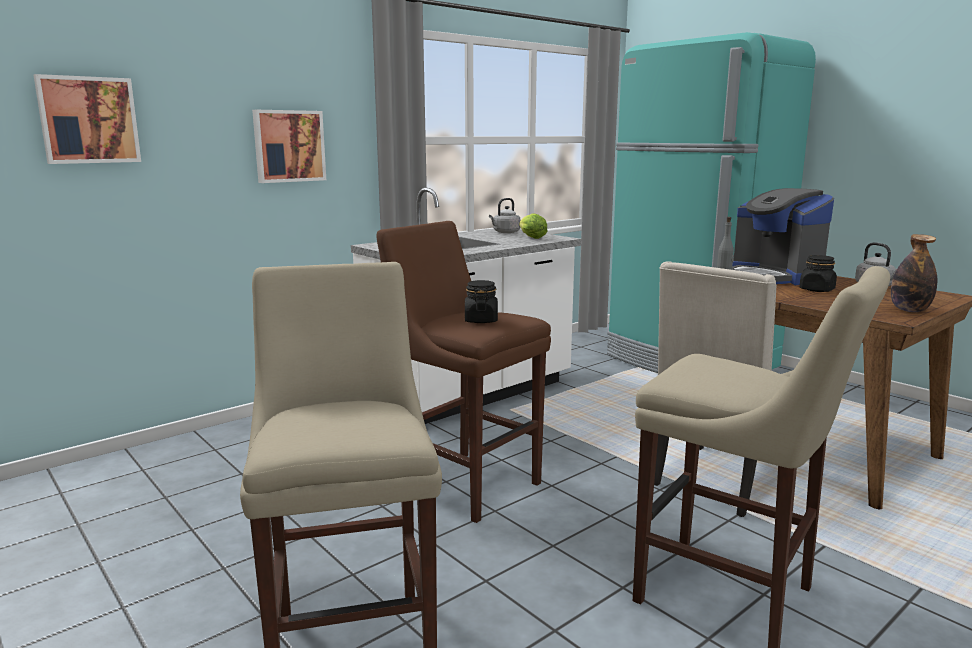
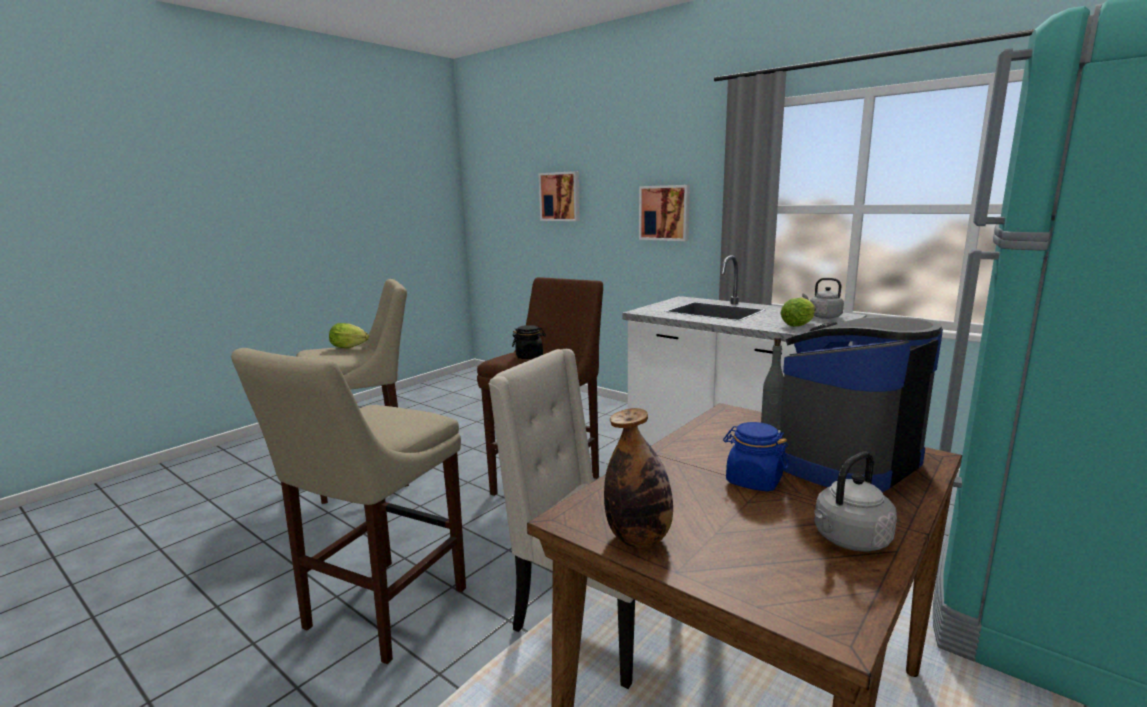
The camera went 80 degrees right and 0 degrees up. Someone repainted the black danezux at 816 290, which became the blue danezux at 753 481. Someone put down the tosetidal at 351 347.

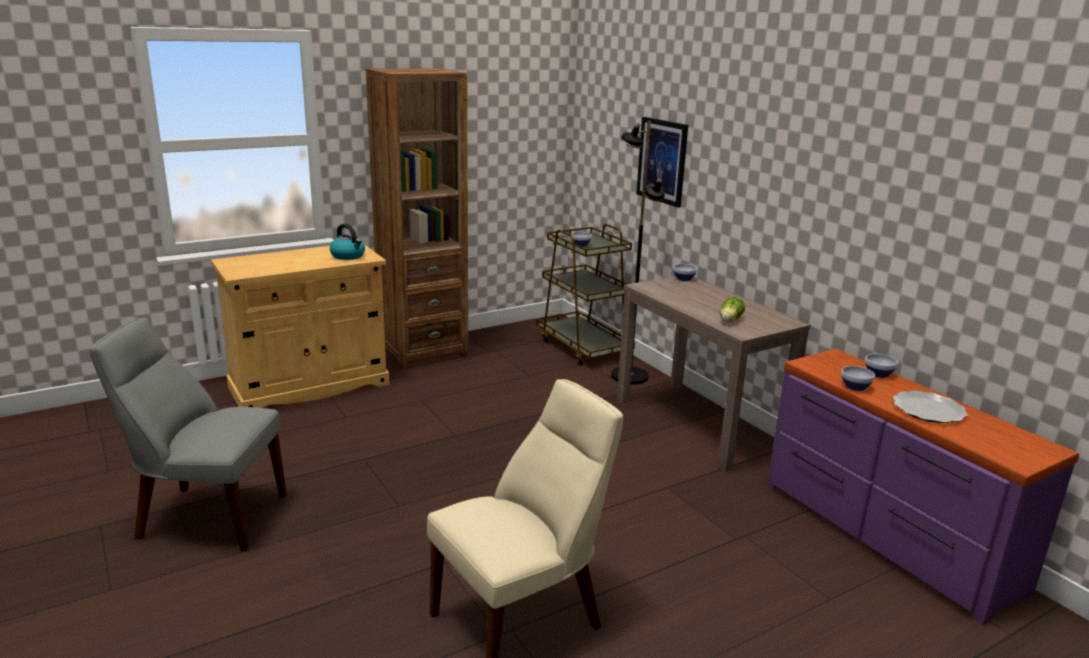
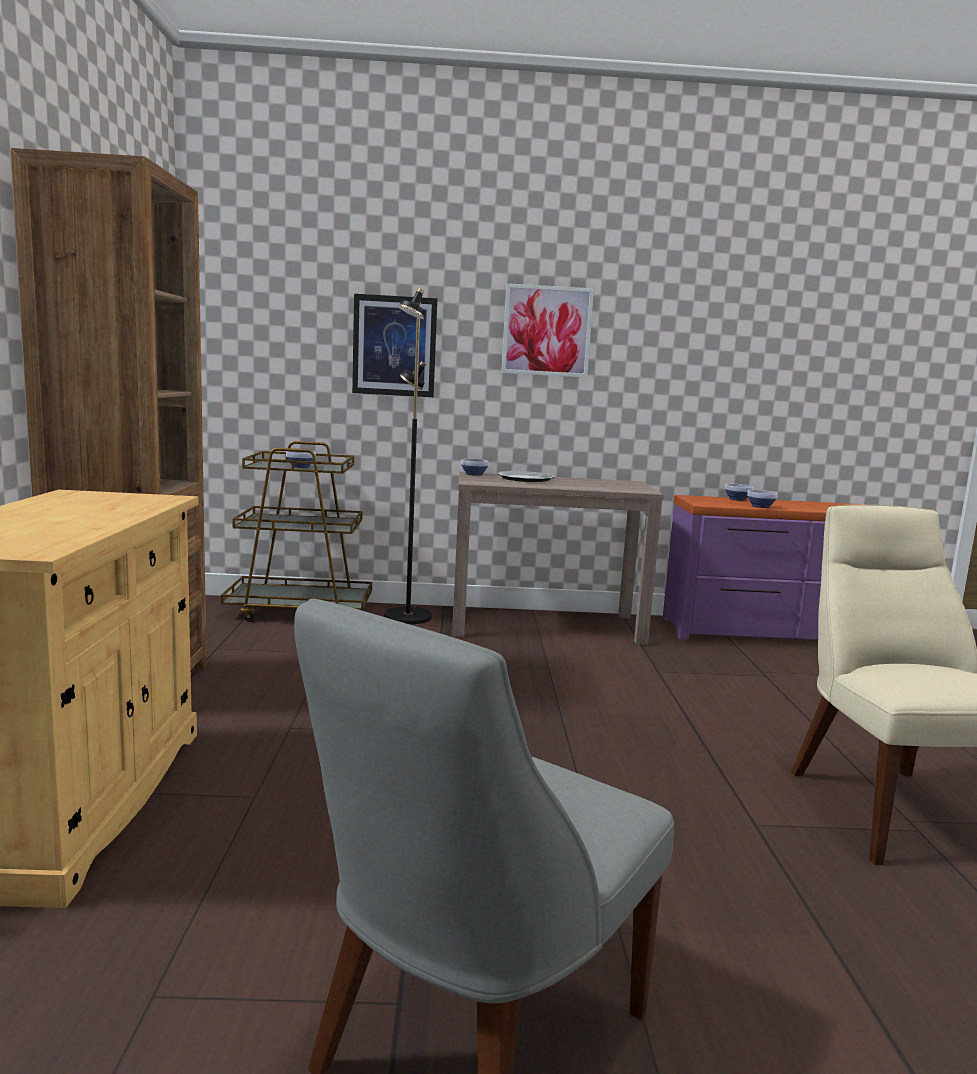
The camera went 60 degrees left and 10 degrees down. Someone took away the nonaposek at 348 256. Someone took away the tosetidal at 729 320. Someone carried the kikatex from 929 410 to 525 479. Someone put up the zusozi at 546 331.

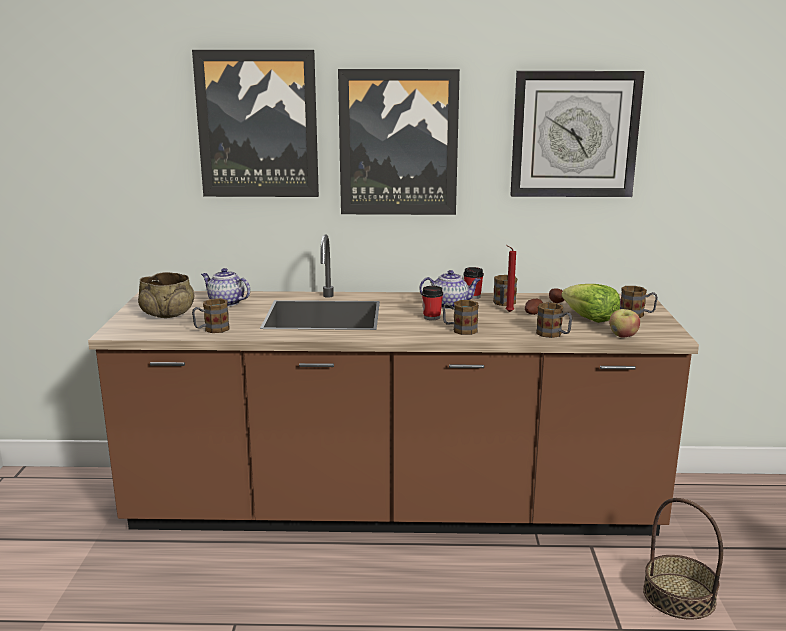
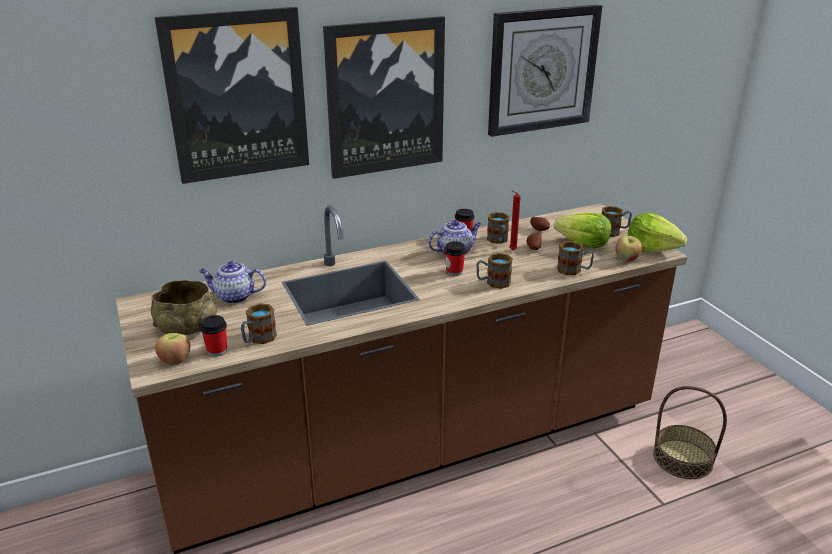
The camera went 25 degrees left and 10 degrees up. Someone put down the tosetidal at 652 247. Someone put down the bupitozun at 217 351. Someone put down the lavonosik at 175 360.

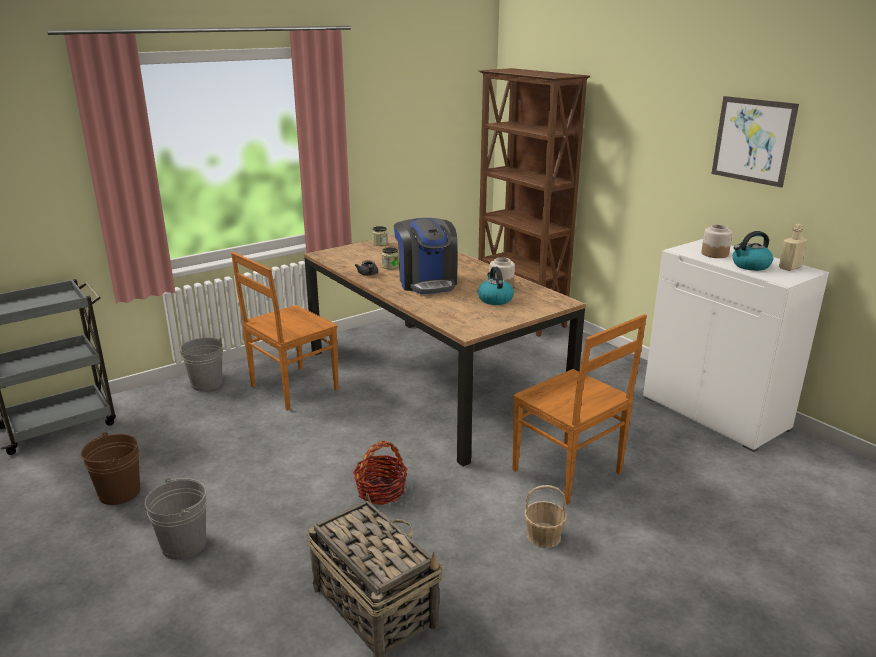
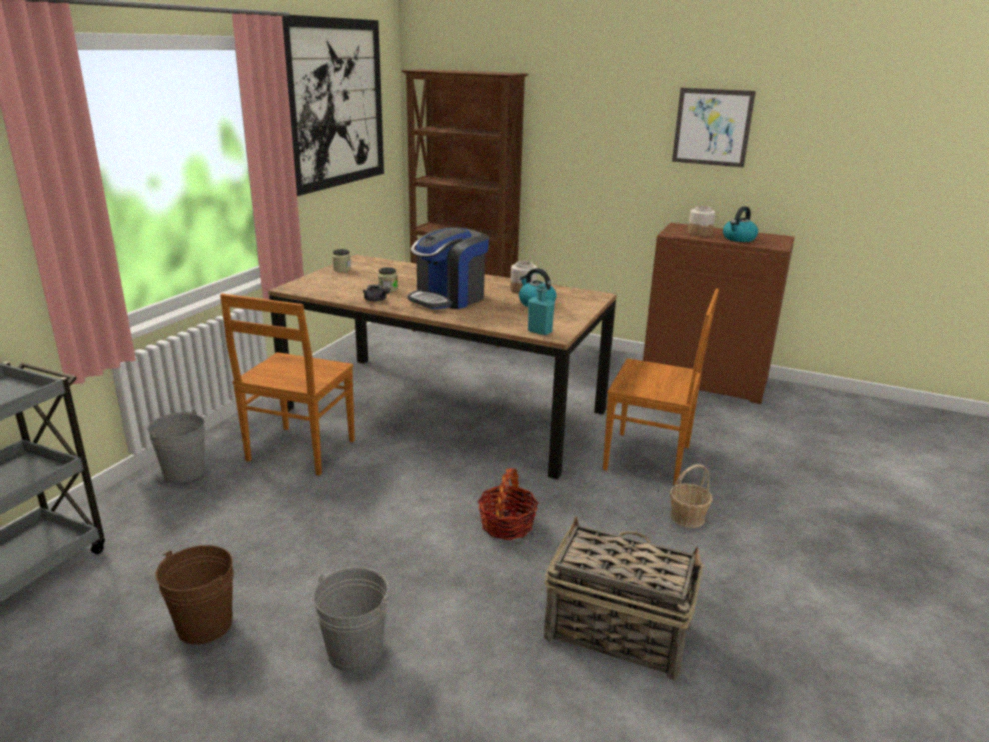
The camera went 30 degrees left and 0 degrees up. Someone rotated the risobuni at 427 282 by 90 degrees clockwise. Someone took away the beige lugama at 789 268. Someone repainted the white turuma at 716 413, which became the brown turuma at 705 380. Someone put up the zusozi at 334 104. Someone put down the turquoise lugama at 540 331.

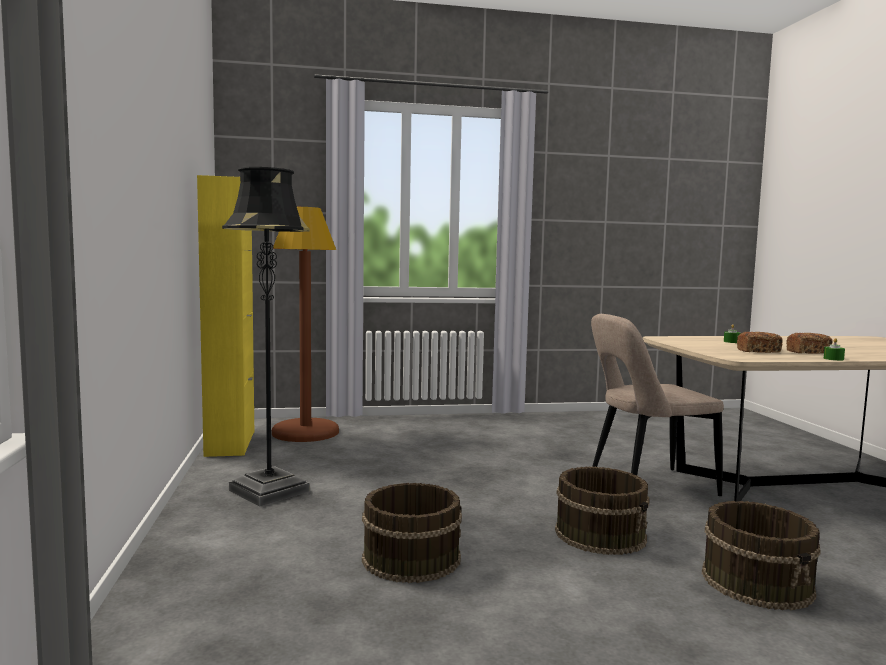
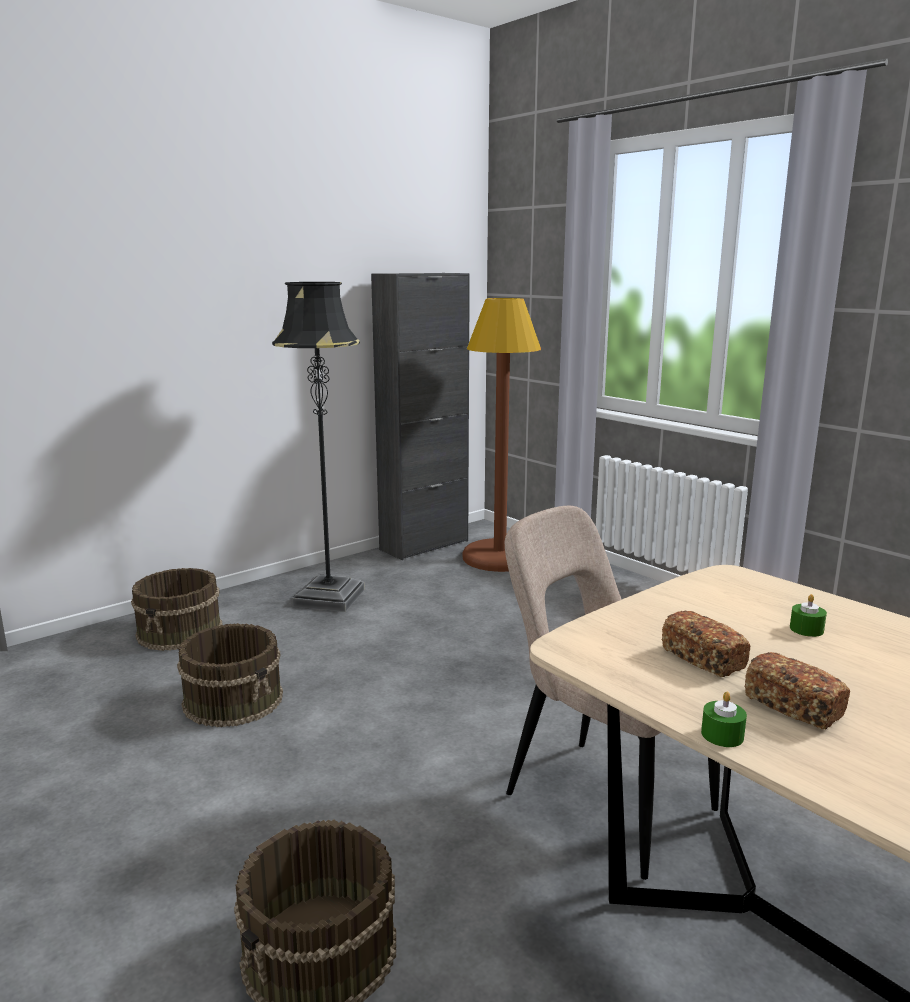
The camera went 60 degrees right and 10 degrees up. Someone repainted the yellow turuma at 230 443, which became the black turuma at 424 545. Someone carried the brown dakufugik from 601 534 to 180 631.

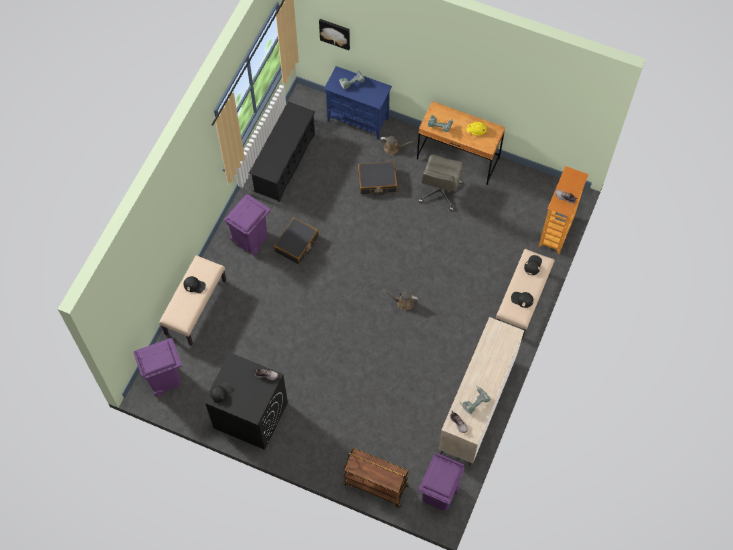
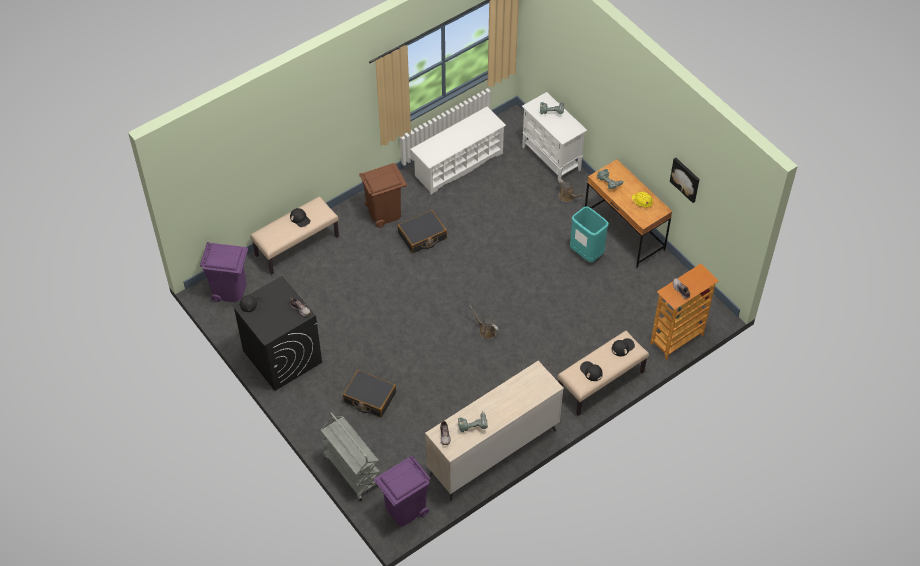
The camera went 30 degrees right and 10 degrees down. Someone carried the zusozi from 335 33 to 685 179. Someone repainted the blue turuma at 358 120, which became the white turuma at 551 159. Someone repainted the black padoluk at 284 163, which became the white padoluk at 458 164. Someone swapped the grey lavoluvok at 440 192 for the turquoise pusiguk at 586 253. Someone carried the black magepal from 377 181 to 369 397. Someone repainted the purple pusiguk at 250 239, which became the brown pusiguk at 384 213. Someone repainted the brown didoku at 375 485, which became the grey didoku at 352 471.

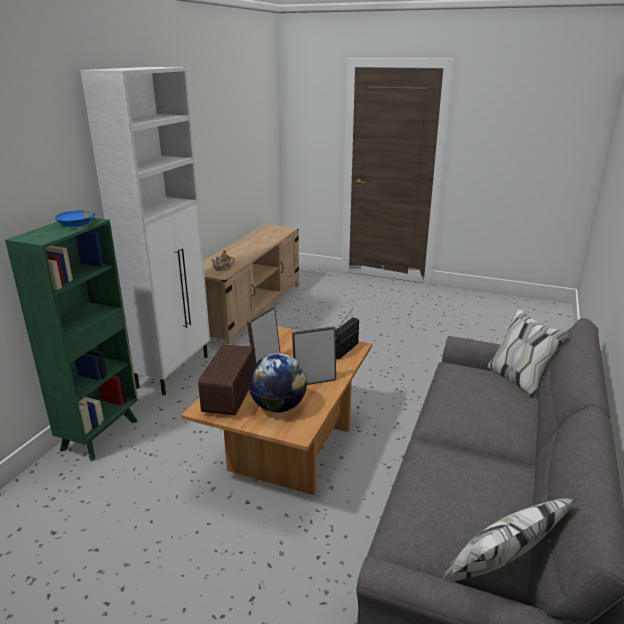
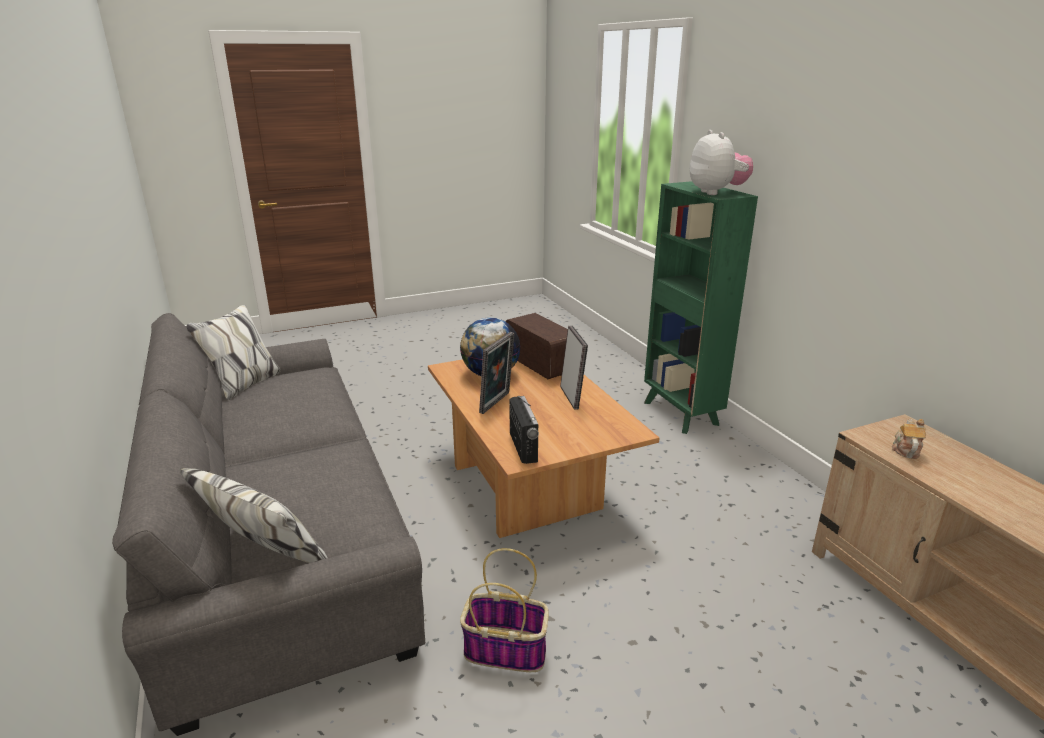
The camera went 135 degrees right and 0 degrees up. Someone took away the white turuma at 174 371. Someone swapped the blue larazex at 76 224 for the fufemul at 716 192. Someone put down the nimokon at 507 650.

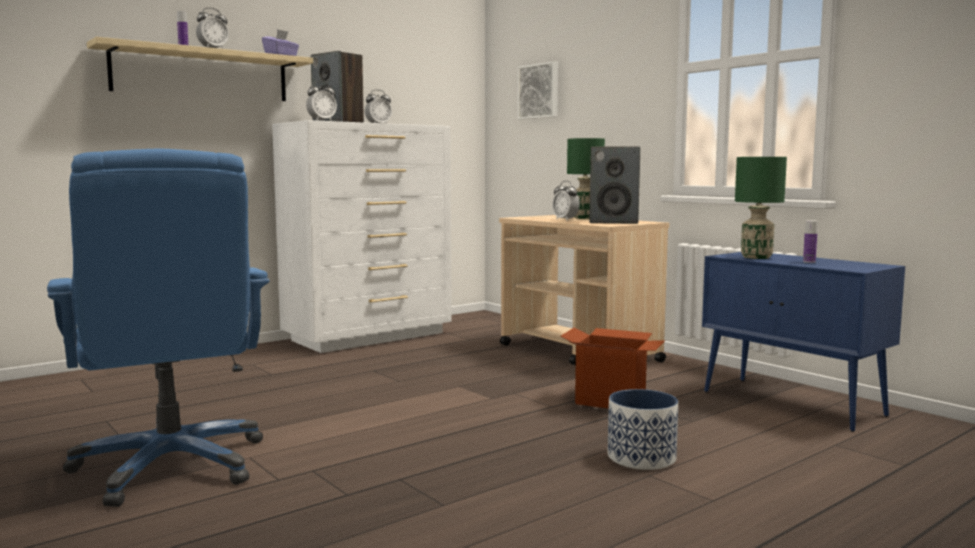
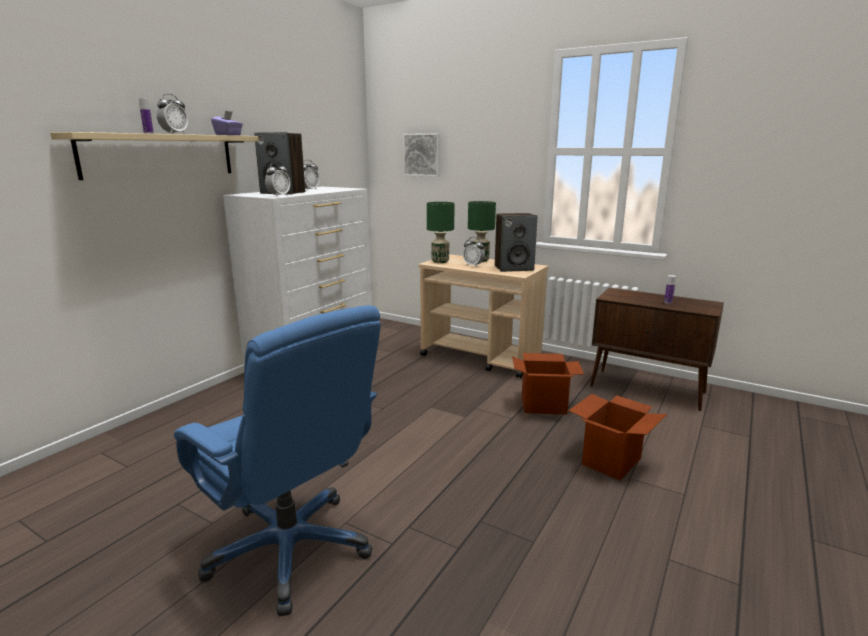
The camera went 20 degrees left and 10 degrees up. Someone carried the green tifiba from 755 257 to 439 261. Someone repainted the blue turuma at 793 403, which became the brown turuma at 648 389. Someone swapped the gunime at 642 458 for the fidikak at 611 461.

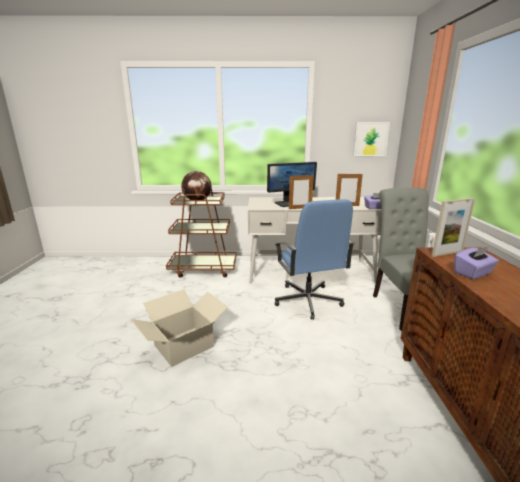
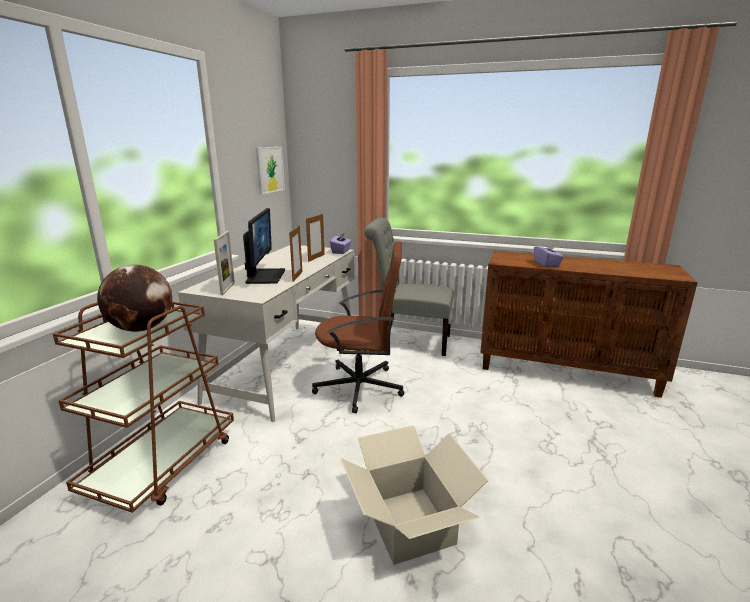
The camera went 70 degrees left and 0 degrees up. Someone carried the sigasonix from 447 253 to 227 288. Someone repainted the blue lavoluvok at 307 301, which became the brown lavoluvok at 360 387.

